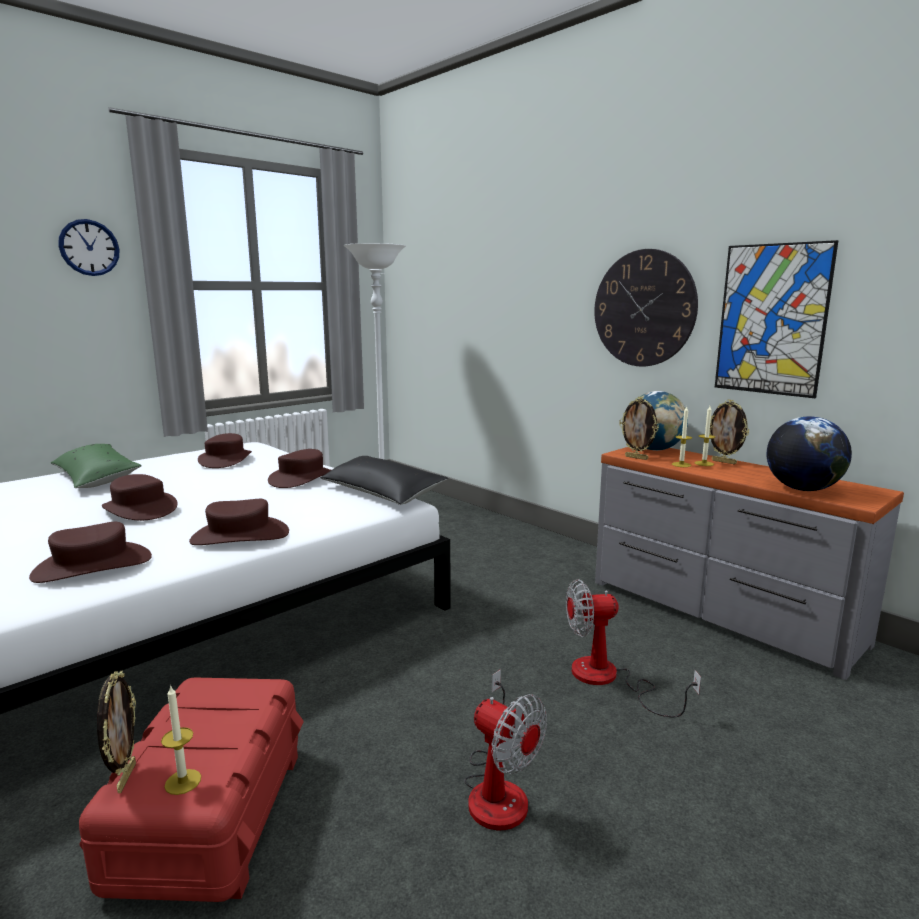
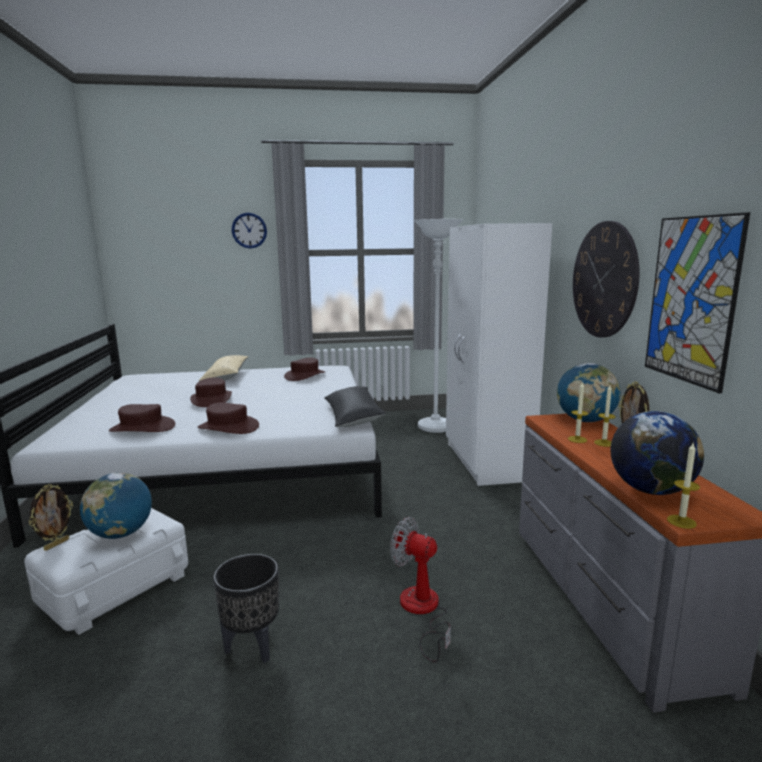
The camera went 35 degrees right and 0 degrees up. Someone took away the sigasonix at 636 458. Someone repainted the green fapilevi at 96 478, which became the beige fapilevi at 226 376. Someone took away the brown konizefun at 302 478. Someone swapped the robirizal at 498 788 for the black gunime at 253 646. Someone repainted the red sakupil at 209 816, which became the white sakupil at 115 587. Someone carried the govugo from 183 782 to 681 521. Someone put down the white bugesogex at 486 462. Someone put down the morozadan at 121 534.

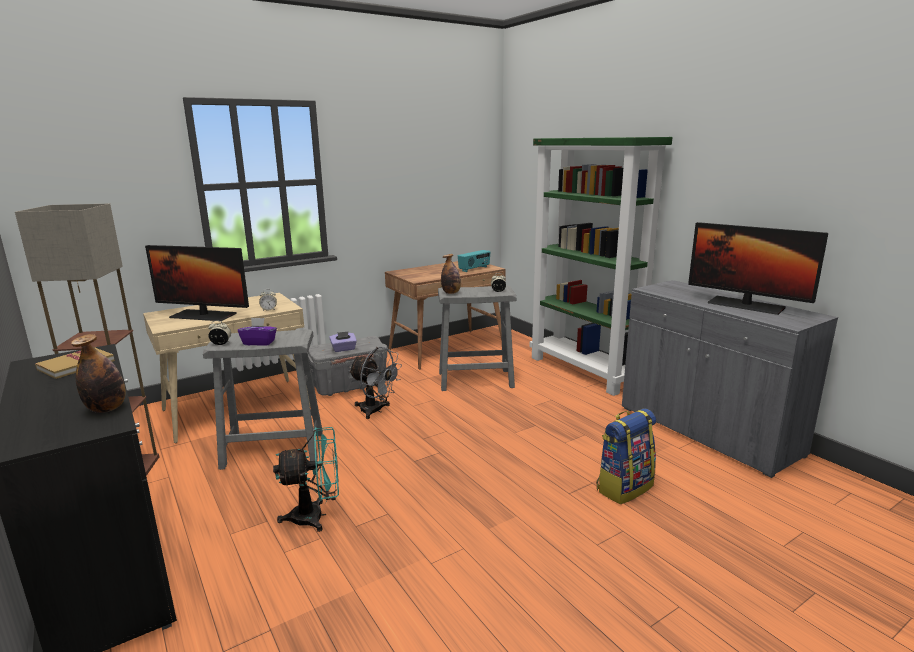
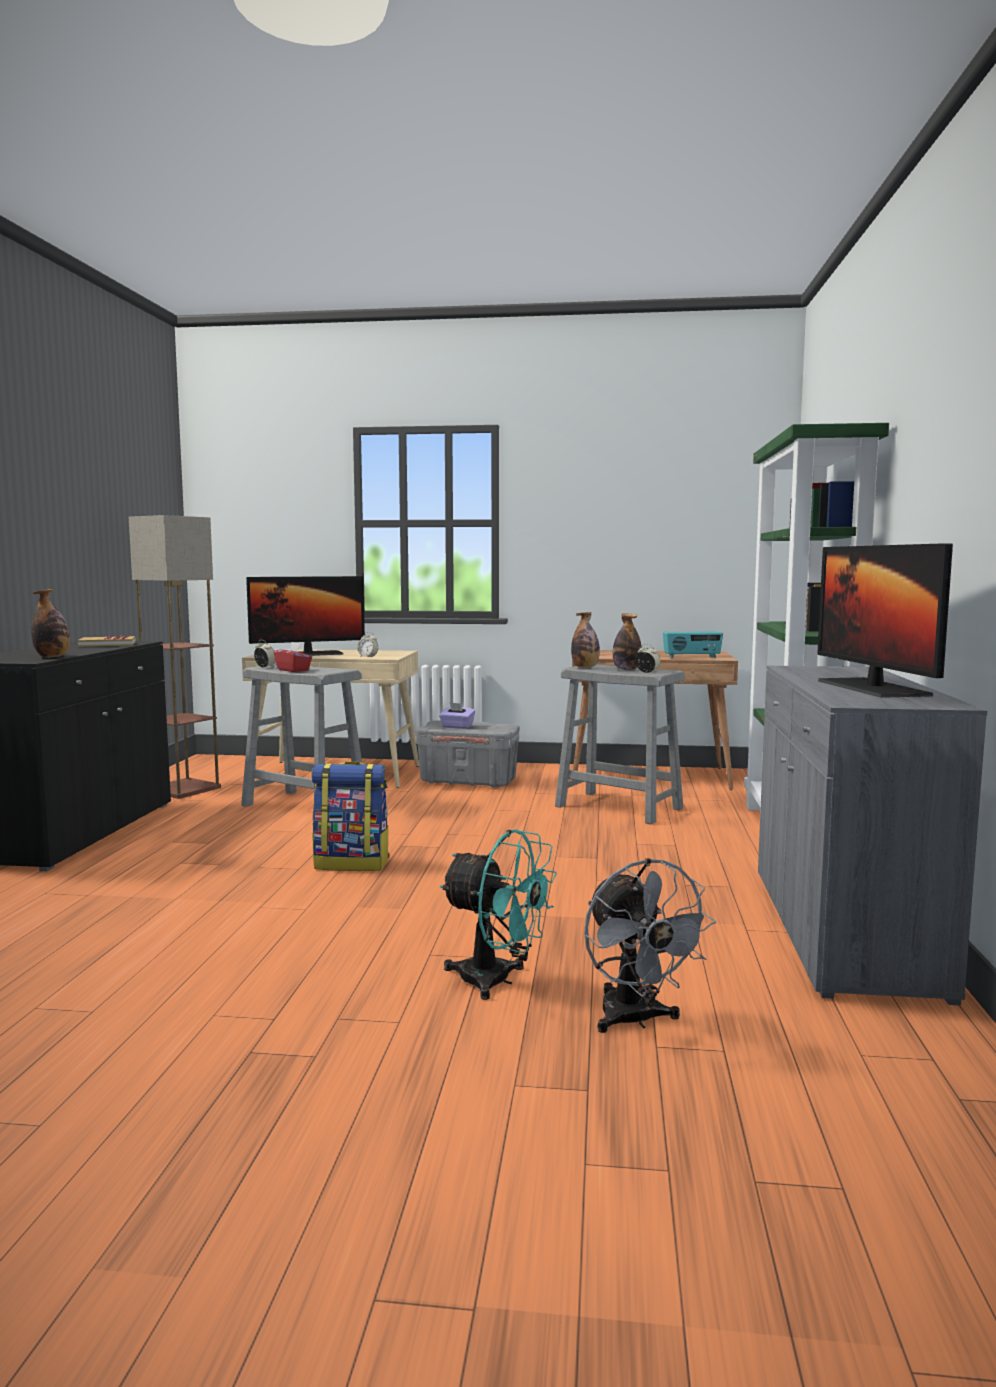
The camera went 40 degrees right and 10 degrees down. Someone rotated the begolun at 203 315 by 75 degrees counterclockwise. Someone repainted the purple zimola at 259 342, which became the red zimola at 293 670. Someone carried the grey robirizal from 376 411 to 636 1020. Someone carried the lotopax from 624 487 to 352 863. Someone carried the turquoise robirizal from 316 516 to 497 981. Someone put down the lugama at 626 669.

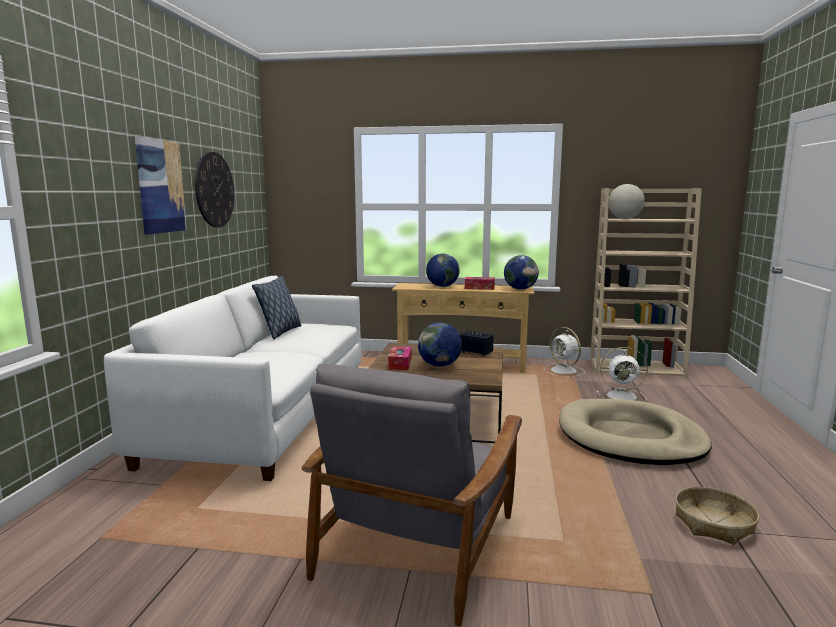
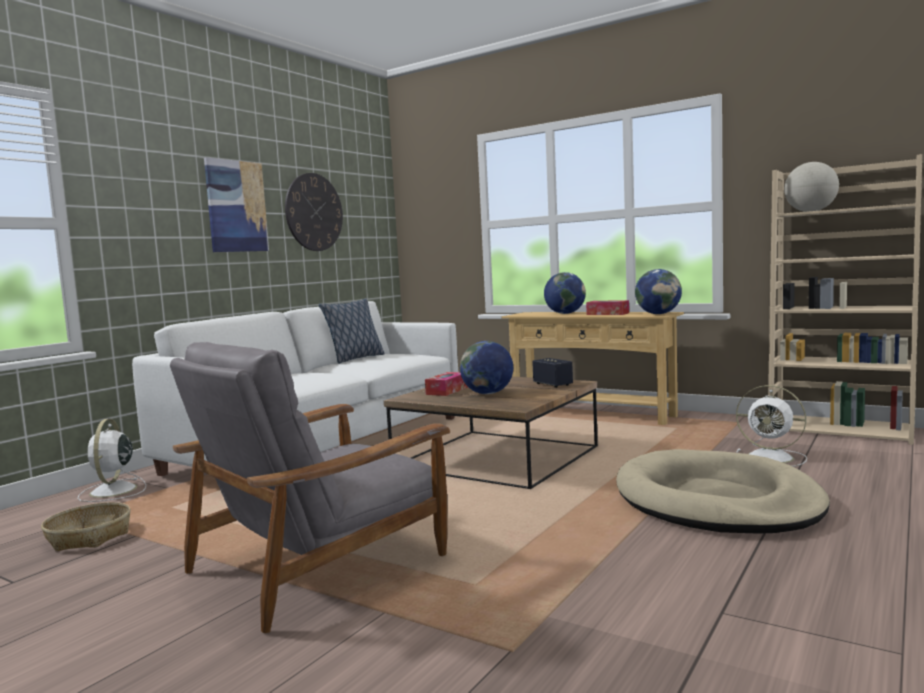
The camera went 25 degrees right and 5 degrees down. Someone carried the white robirizal from 564 371 to 112 491. Someone carried the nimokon from 714 524 to 89 537.

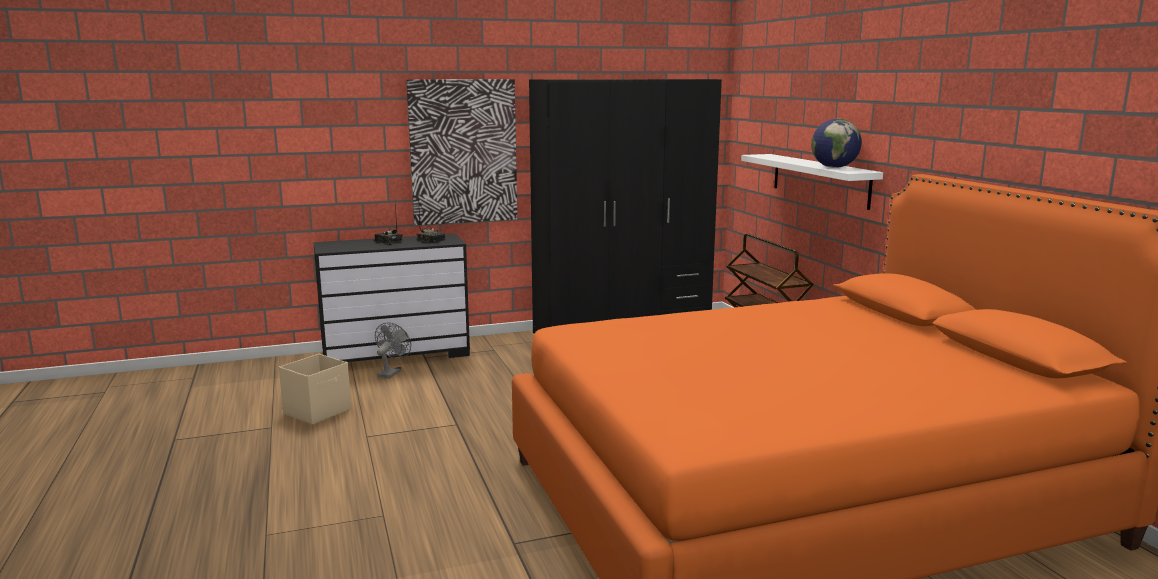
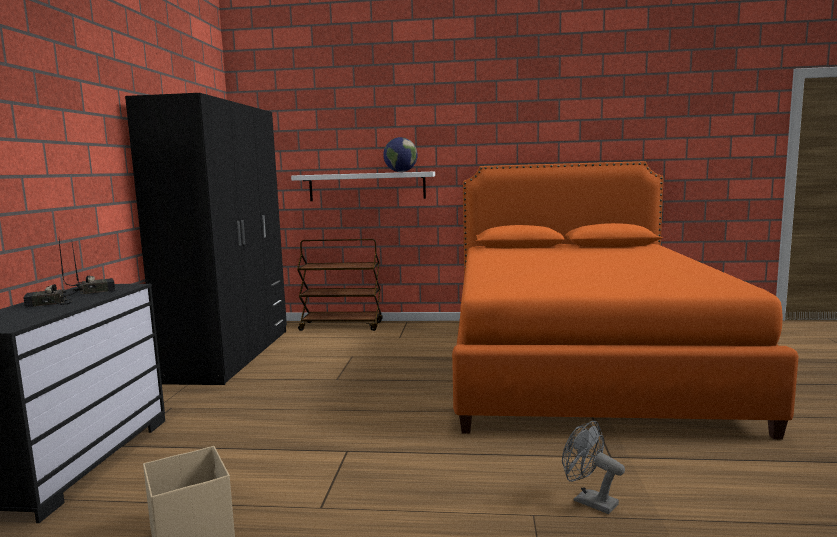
The camera went 65 degrees left and 5 degrees down. Someone took away the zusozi at 463 152. Someone carried the grey robirizal from 391 372 to 589 501.

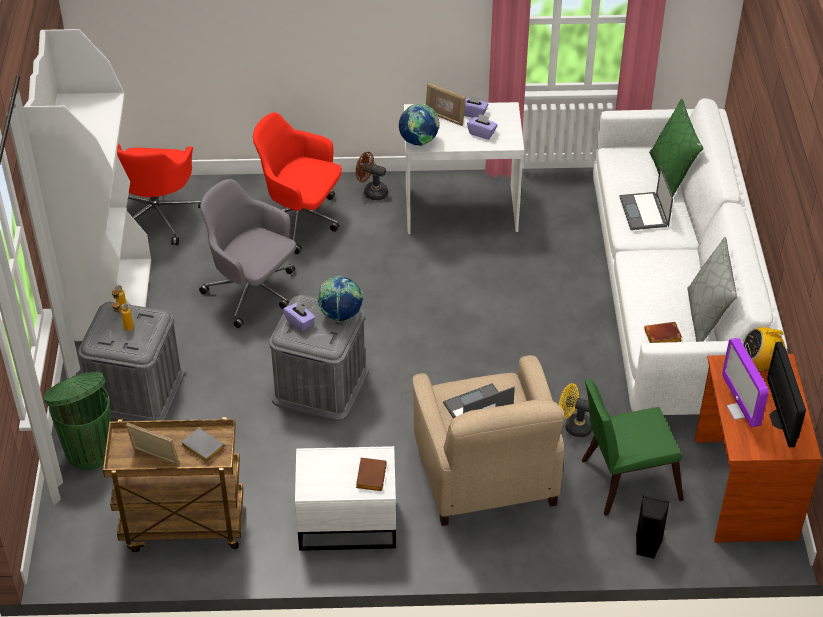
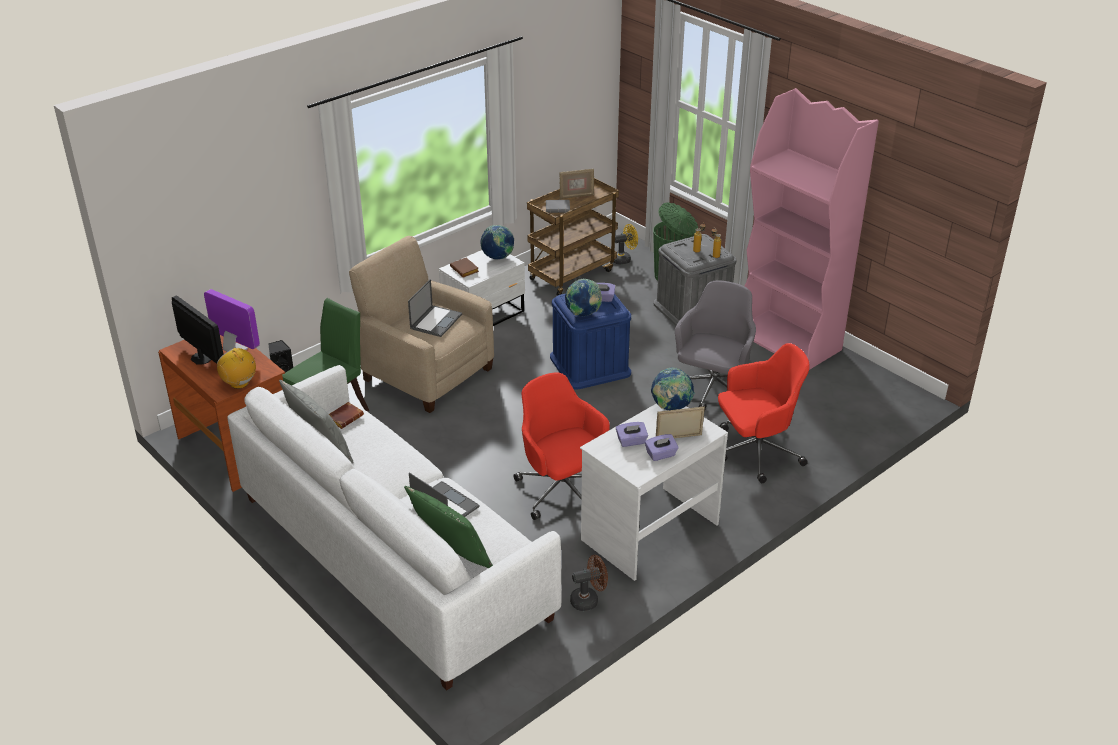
The camera went 140 degrees right and 10 degrees down. Someone repainted the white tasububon at 113 299, which became the pink tasububon at 788 341. Someone carried the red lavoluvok from 157 216 to 562 491. Someone carried the brown robirizal from 372 192 to 588 600. Someone rotated the grey lavoluvok at 253 292 by 60 degrees counterclockwise. Someone repainted the grey sakupil at 320 384, which became the blue sakupil at 590 365. Someone rotated the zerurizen at 759 363 by 90 degrees counterclockwise. Someone carried the yellow robirizal from 574 426 to 624 259. Someone put down the morozadan at 498 257.

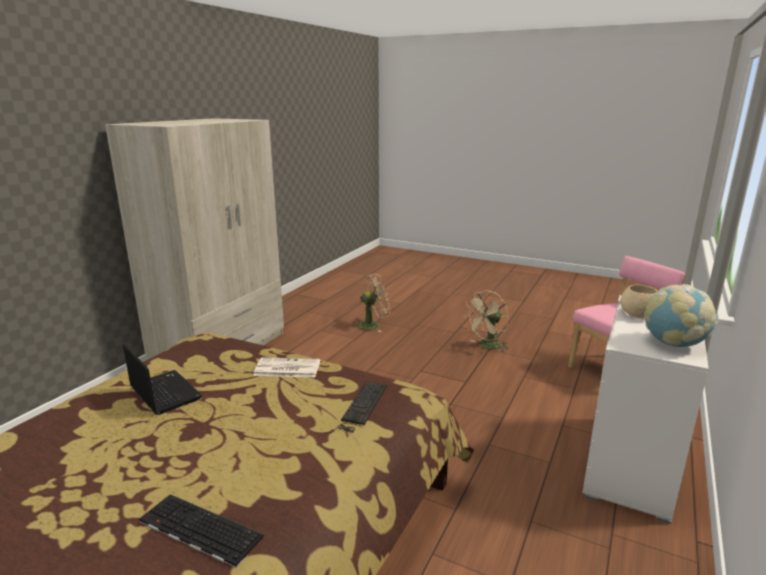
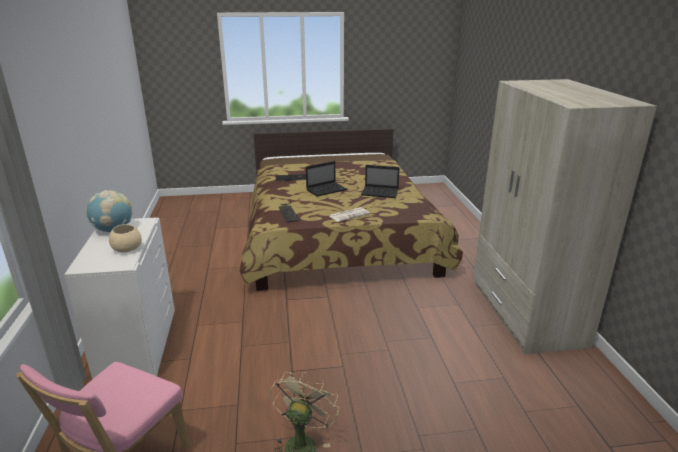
The camera went 145 degrees right and 5 degrees up. Someone took away the beige robirizal at 373 325. Someone put down the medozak at 327 190.

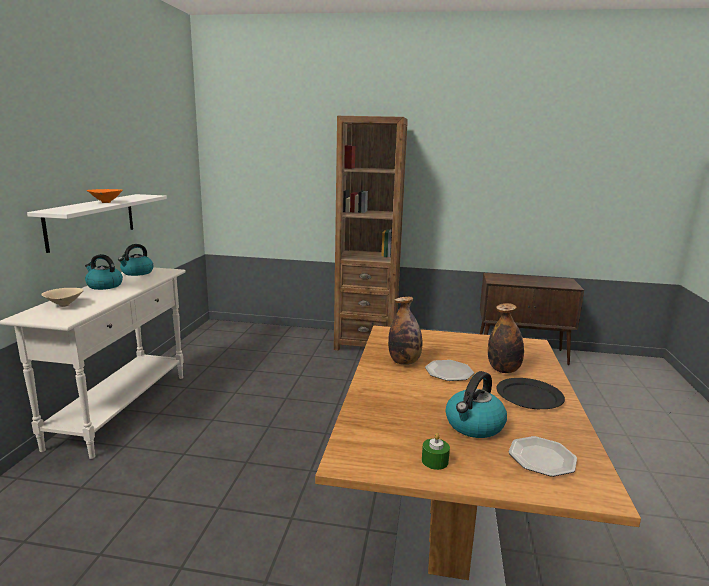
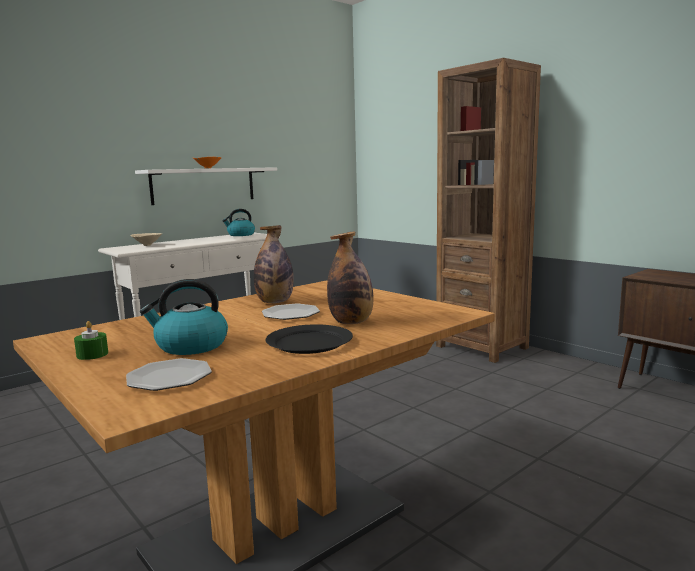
The camera went 40 degrees right and 5 degrees down. Someone took away the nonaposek at 104 286.

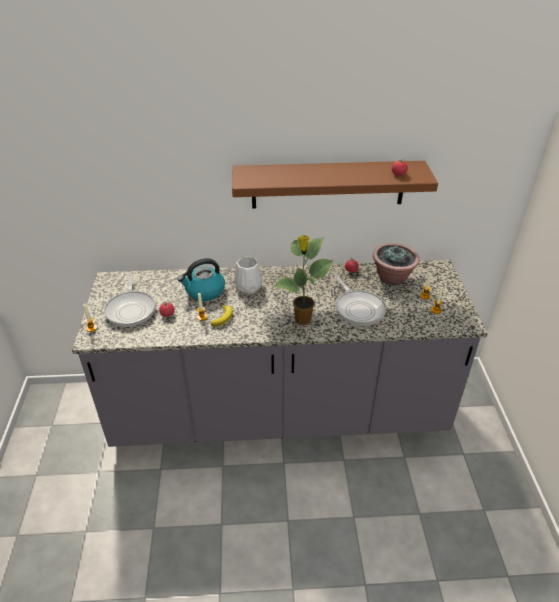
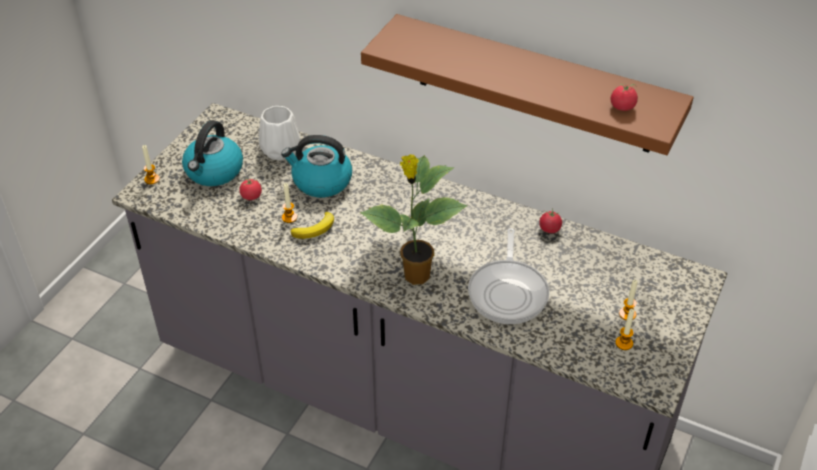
The camera went 30 degrees right and 5 degrees up. Someone took away the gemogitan at 392 278. Someone carried the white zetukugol from 249 287 to 281 150. Someone swapped the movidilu at 131 309 for the nonaposek at 214 172.

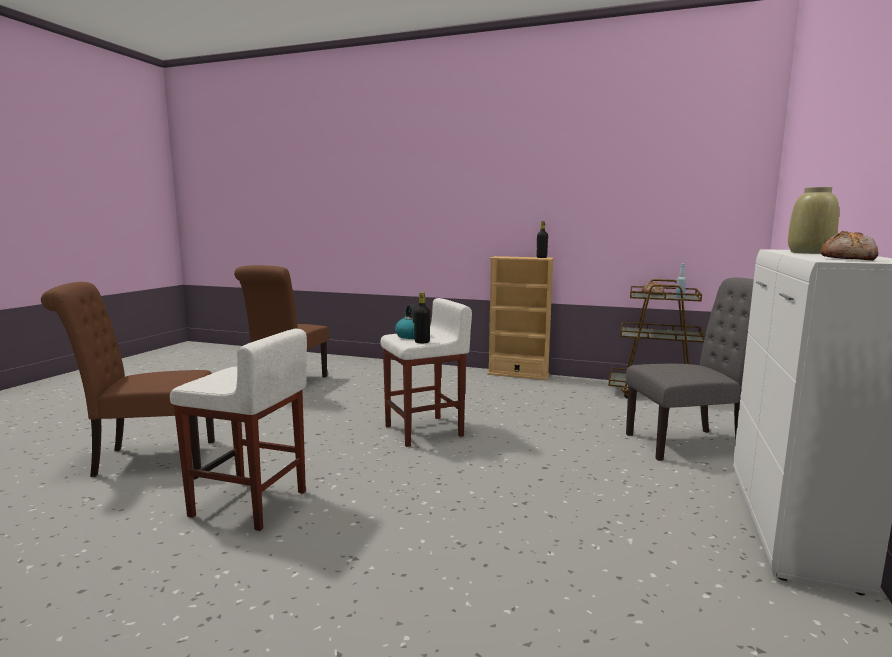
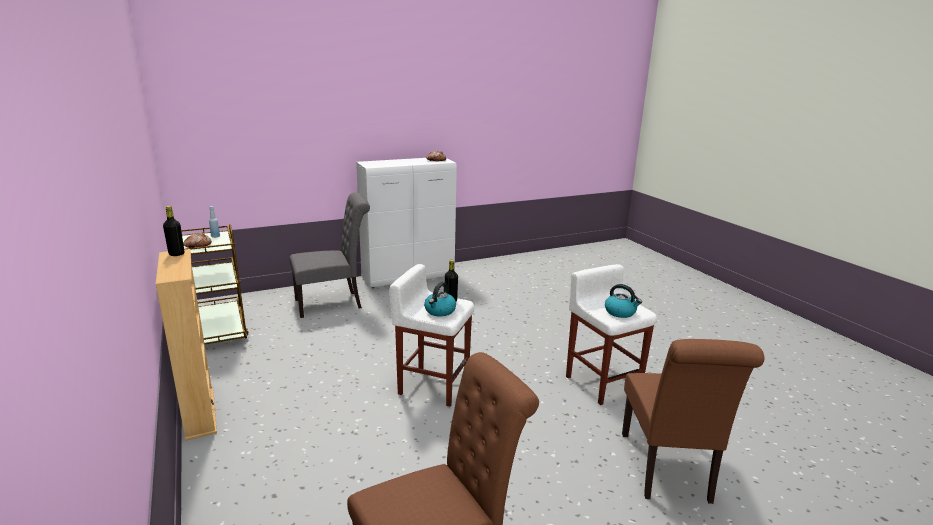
The camera went 135 degrees left and 10 degrees up. Someone took away the beige zetukugol at 810 253. Someone rotated the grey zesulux at 690 443 by 120 degrees clockwise. Someone rotated the brown zesulux at 148 458 by 60 degrees clockwise. Someone put down the nonaposek at 620 312.

